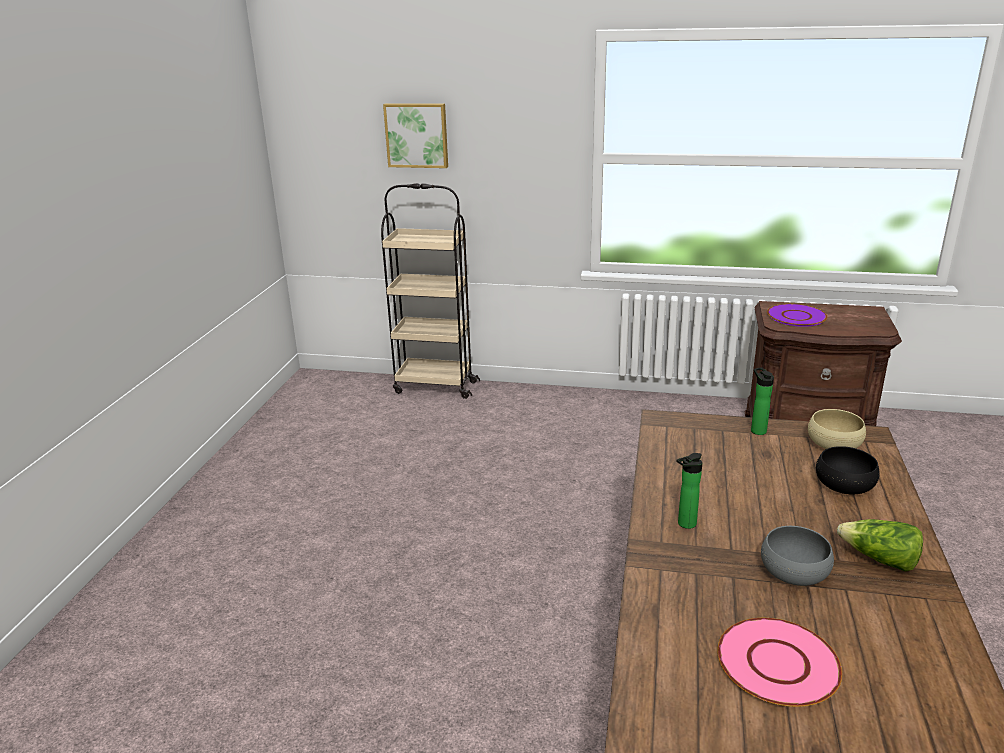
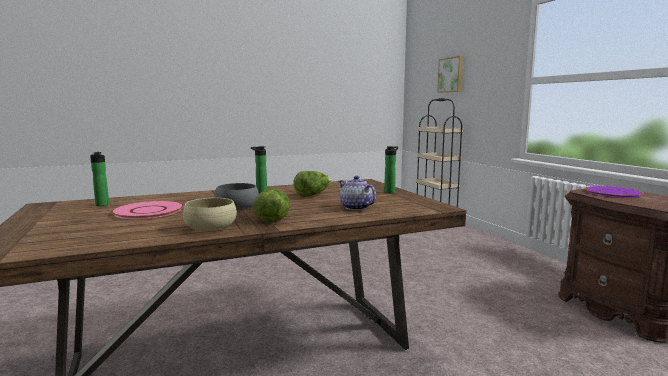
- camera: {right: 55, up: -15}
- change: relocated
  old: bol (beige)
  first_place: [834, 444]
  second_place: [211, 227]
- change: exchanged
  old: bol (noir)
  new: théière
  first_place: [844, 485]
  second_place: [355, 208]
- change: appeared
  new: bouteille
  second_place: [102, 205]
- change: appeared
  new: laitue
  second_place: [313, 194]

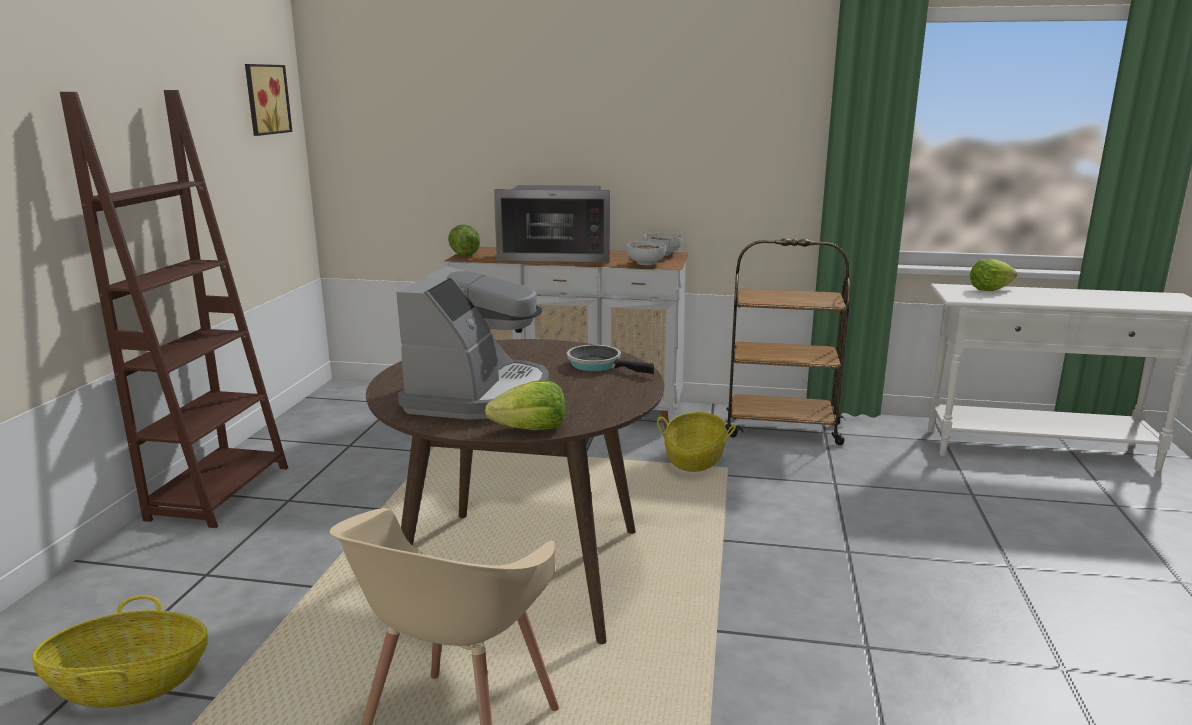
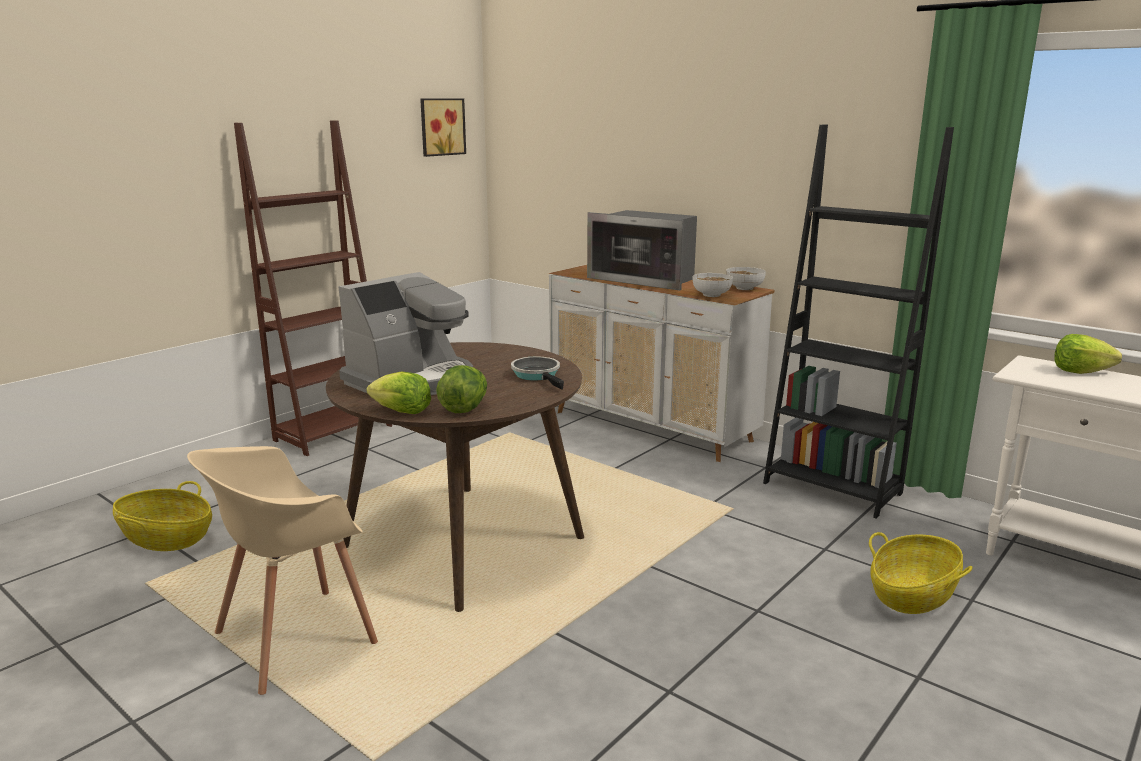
- camera: {right: 30, up: 0}
- change: relocated
  old: laitue
  first_place: [464, 255]
  second_place: [464, 408]
- change: relocated
  old: panier
  first_place: [694, 459]
  second_place: [912, 595]
- change: exchanged
  old: chariot (marron)
  new: bibliothèque (noir)
  first_place: [781, 430]
  second_place: [832, 488]

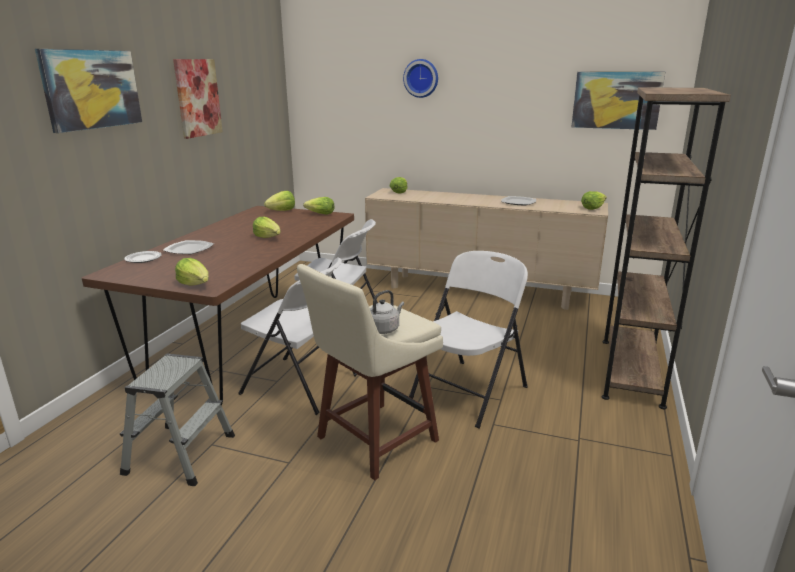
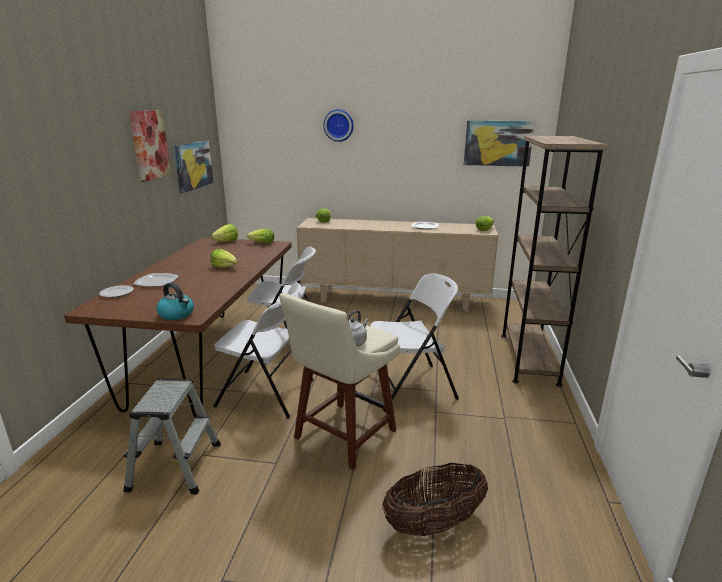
- camera: {right: -10, up: 0}
- change: relocated
  old: tableau
  first_place: [92, 89]
  second_place: [193, 165]
- change: exchanged
  old: laitue
  new: bouilloire
  first_place: [195, 284]
  second_place: [177, 314]
- change: spun
  old: chaise (blanc)
  first_place: [469, 392]
  second_place: [409, 387]
  degrees: 45
- change: appeared
  new: panier
  second_place: [434, 523]

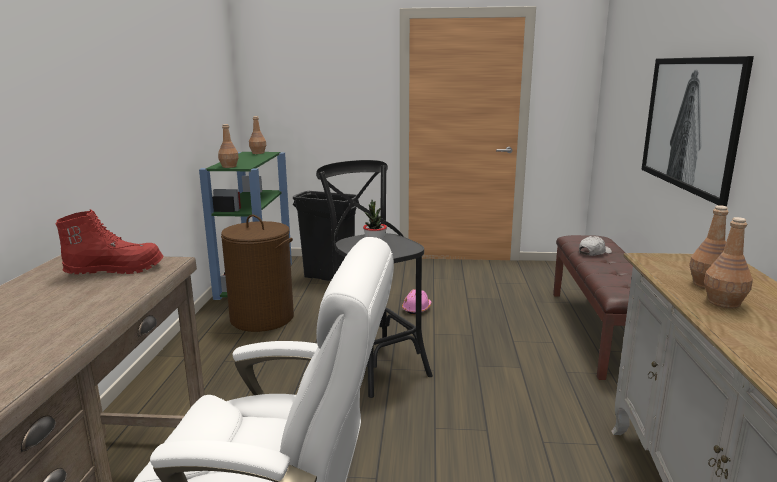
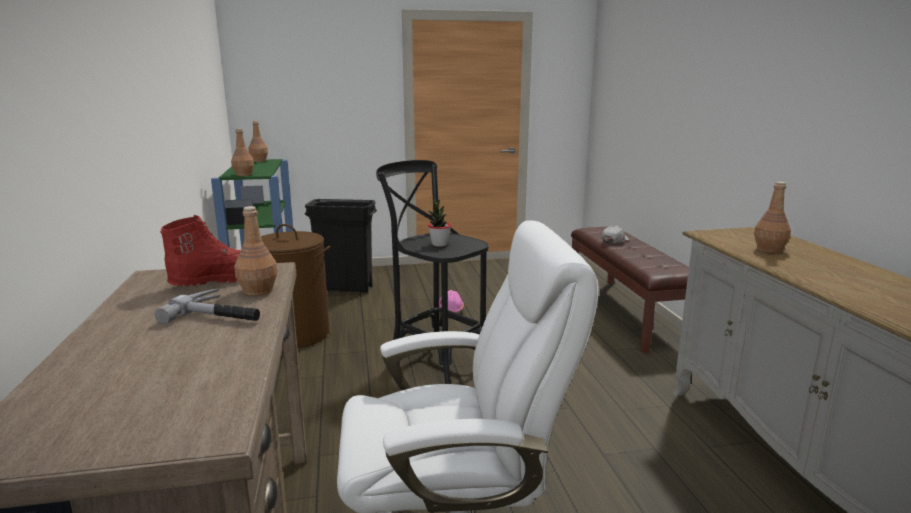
- camera: {right: -15, up: 0}
- change: missing
  old: tableau
  first_place: [691, 123]
- change: relocated
  old: bouteille (marron)
  first_place: [723, 302]
  second_place: [257, 291]
- change: appeared
  new: marteau
  second_place: [221, 315]

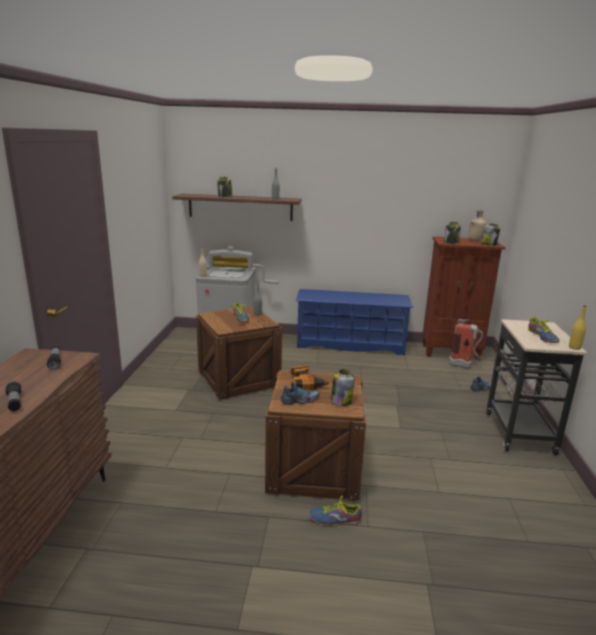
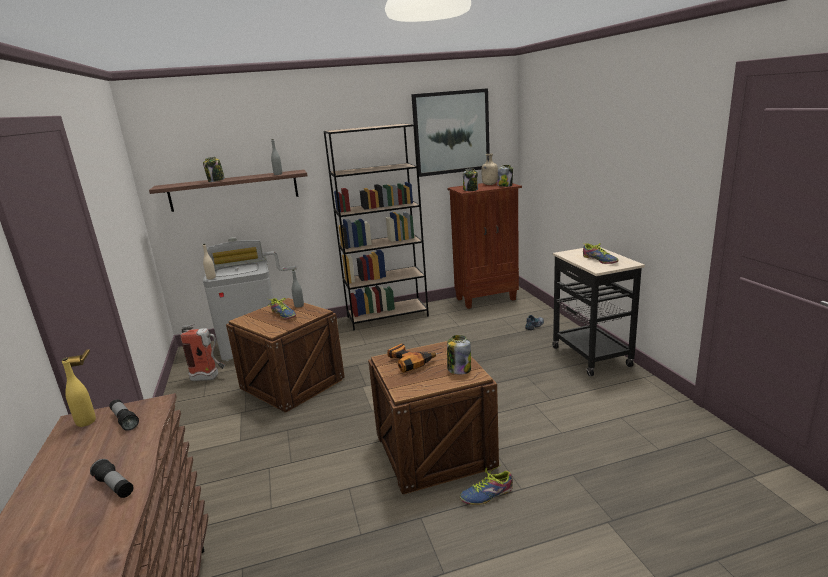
- camera: {right: -20, up: 0}
- change: missing
  old: chaussure
  first_place: [300, 400]
- change: exchanged
  old: étagère à chaussures (bleu)
  new: bibliothèque (beige)
  first_place: [350, 344]
  second_place: [388, 316]
- change: relocated
  old: extincteur
  first_place: [464, 366]
  second_place: [210, 378]
- change: relocated
  old: bouteille (jaune)
  first_place: [574, 347]
  second_place: [86, 422]
- change: appeared
  new: tableau
  second_place: [451, 132]

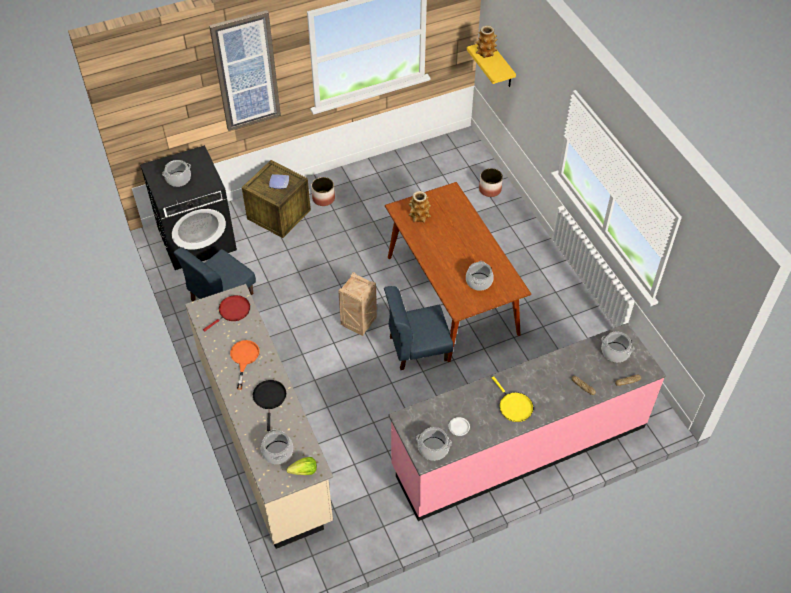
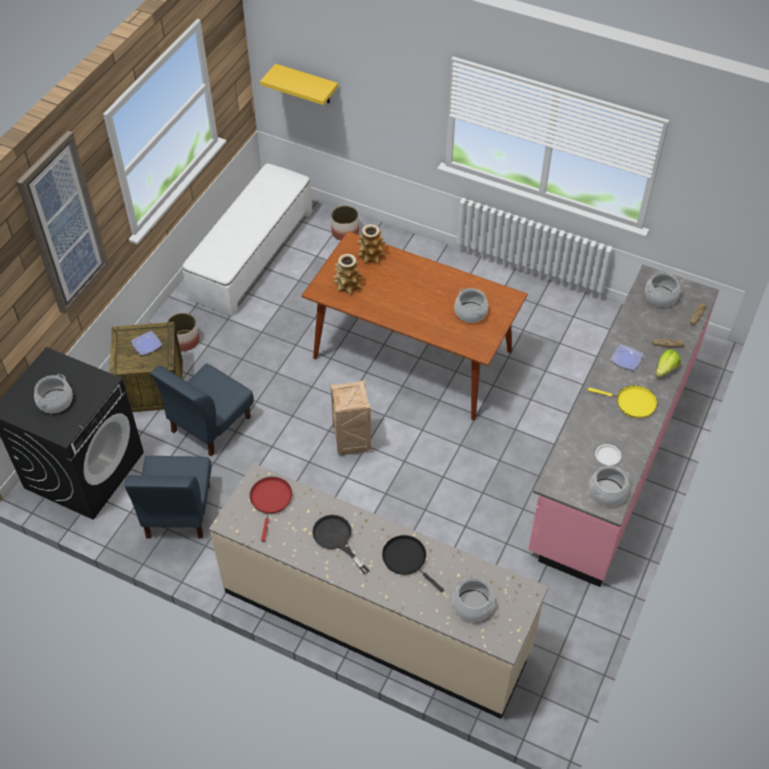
- camera: {right: -40, up: 0}
- change: colour
  old: poêle (orange)
  new: poêle (noir)
  first_place: [244, 359]
  second_place: [336, 539]
- change: relocated
  old: laitue
  first_place: [304, 471]
  second_place: [665, 369]
- change: relocated
  old: chaise (bleu)
  first_place: [417, 348]
  second_place: [210, 424]
- change: relocated
  old: vase
  first_place: [485, 52]
  second_place: [371, 255]
- change: appeared
  new: banc (blanc)
  second_place: [252, 253]
- change: appeared
  new: assiette
  second_place: [627, 359]

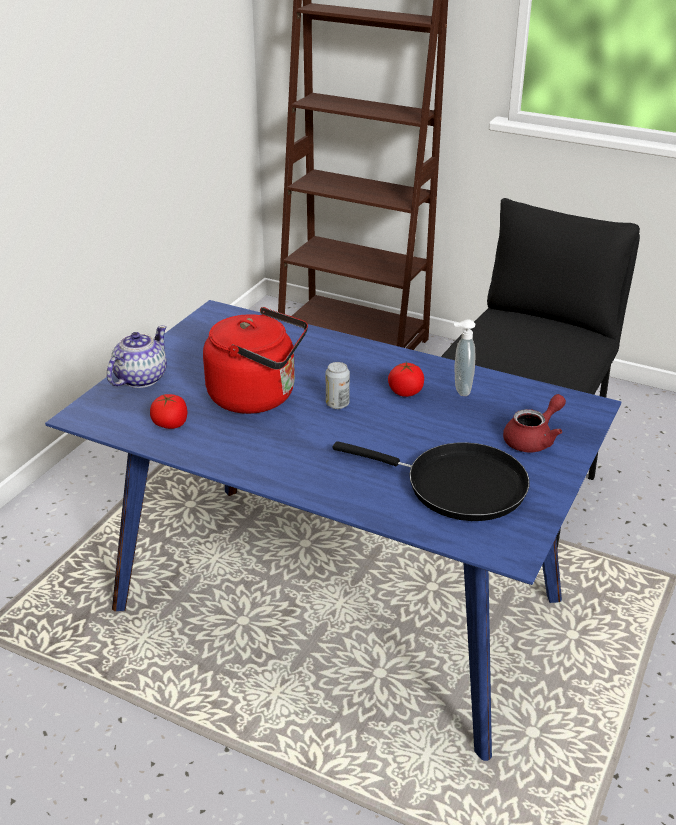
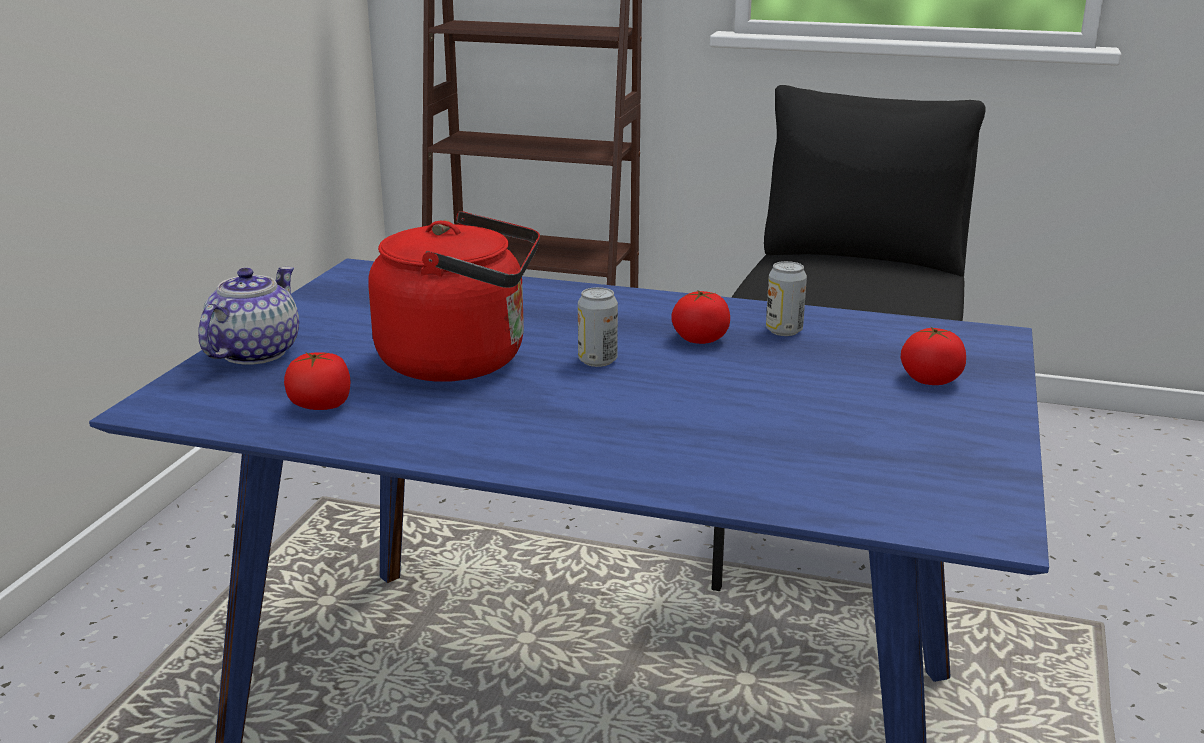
- camera: {right: -10, up: -10}
- change: missing
  old: poêle (noir)
  first_place: [457, 486]
- change: exchanged
  old: distributeur de savon
  new: boîte métallique
  first_place: [460, 389]
  second_place: [784, 331]
- change: exchanged
  old: théière (rouge)
  new: tomate
  first_place: [533, 439]
  second_place: [931, 380]

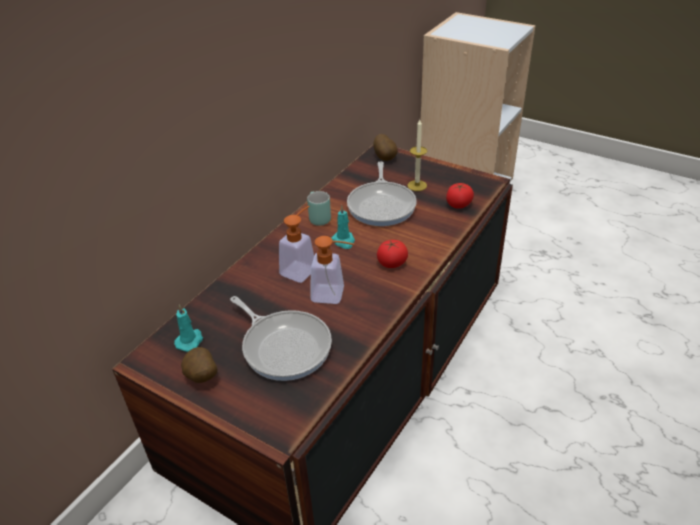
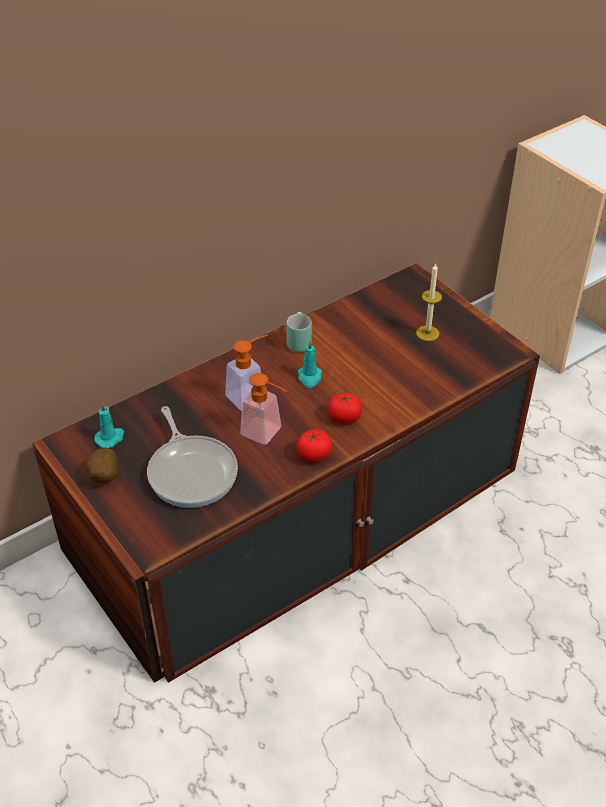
- camera: {right: 20, up: 5}
- change: missing
  old: poêle
  first_place: [382, 205]
- change: missing
  old: pomme de terre
  first_place: [385, 158]
- change: relocated
  old: tomate
  first_place: [458, 204]
  second_place: [314, 455]

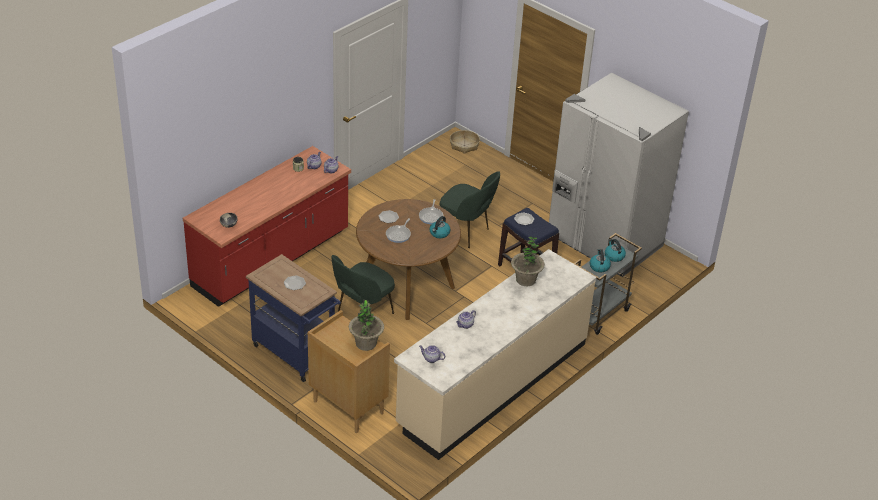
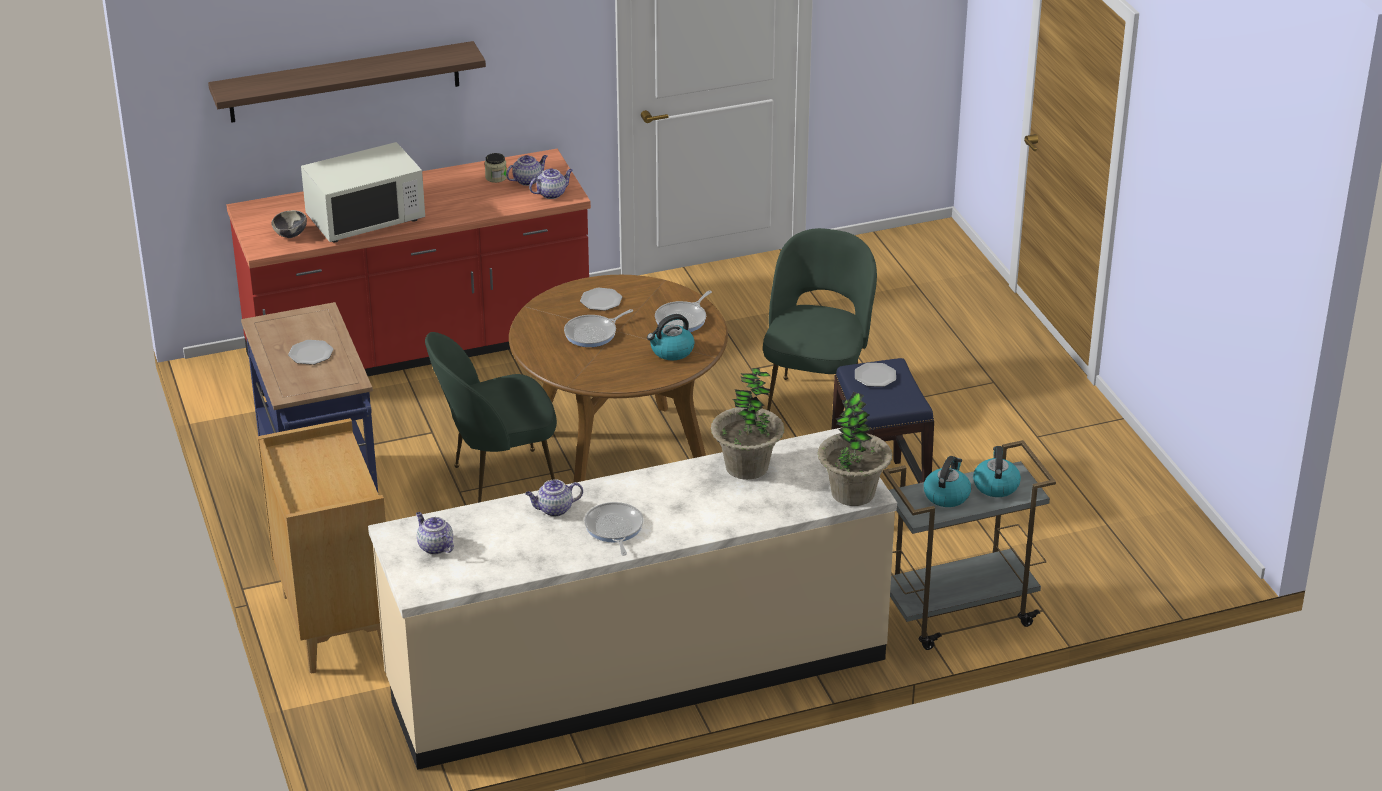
- camera: {right: 30, up: -5}
- change: relocated
  old: plante en pot
  first_place: [366, 343]
  second_place: [852, 493]
- change: spun
  old: chaise (vert)
  first_place: [466, 233]
  second_place: [816, 400]
  degrees: -135
- change: missing
  old: panier
  first_place: [464, 145]
- change: missing
  old: réfrigérateur (blanc)
  first_place: [604, 242]
- change: appeared
  new: étagère
  second_place: [344, 82]
- change: appeared
  new: micro-ondes (blanc)
  second_place: [366, 219]
- change: appeared
  new: poêle
  second_place: [614, 529]

